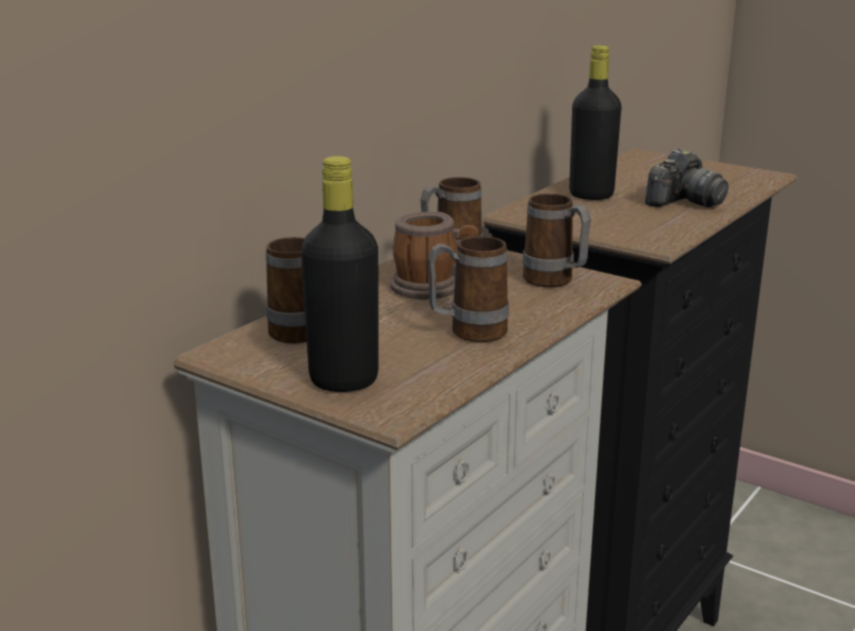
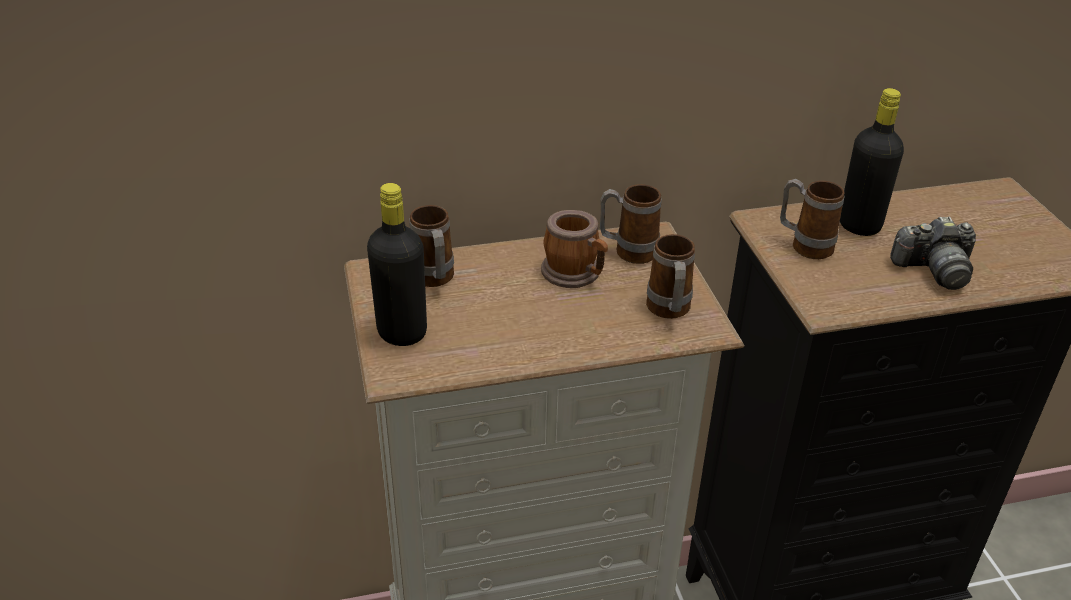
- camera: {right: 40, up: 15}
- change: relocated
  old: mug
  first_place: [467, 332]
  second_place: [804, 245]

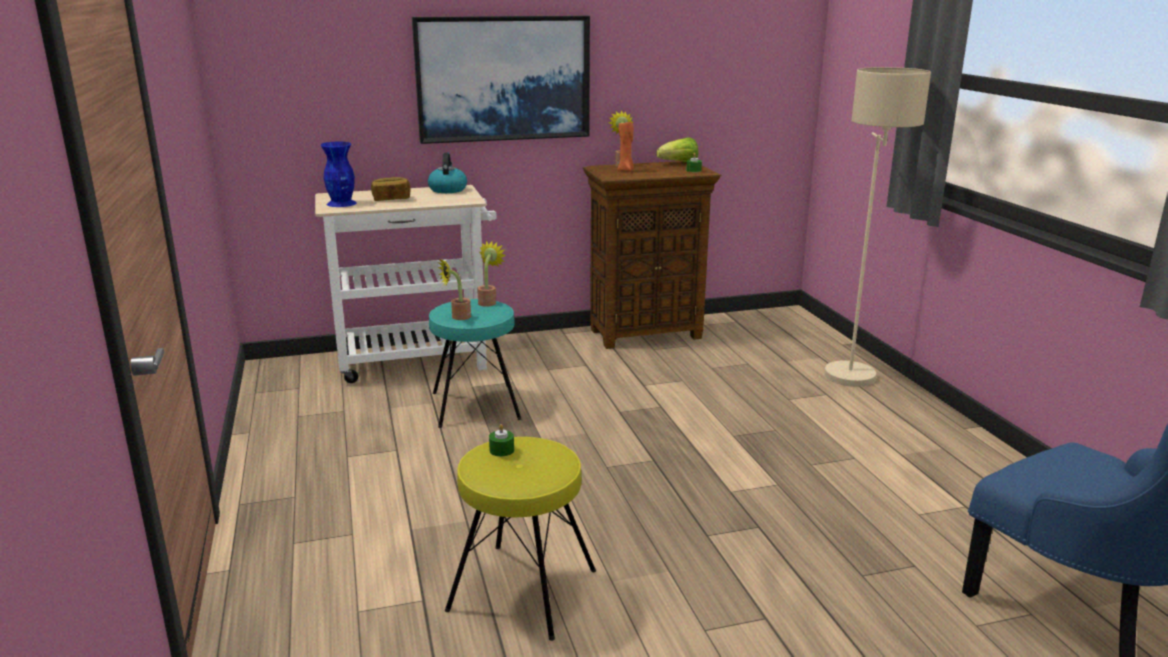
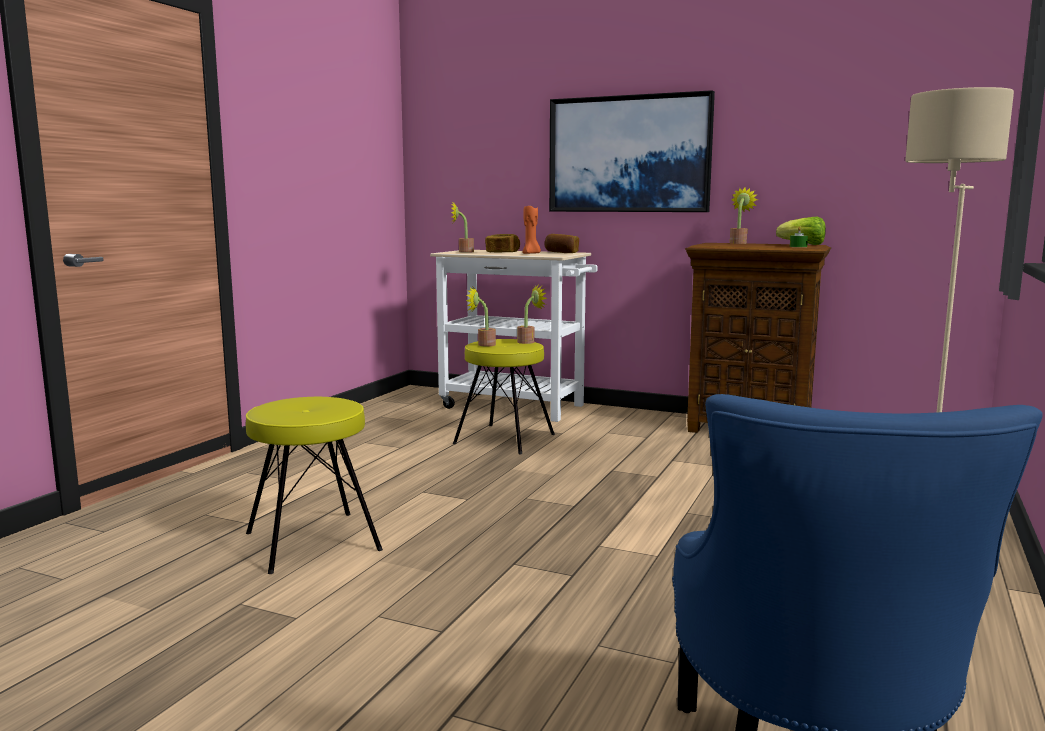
- camera: {right: 40, up: -10}
- change: exchanged
  old: vase (bleu)
  new: plante en pot
  first_place: [342, 203]
  second_place: [463, 252]
- change: exchanged
  old: bouilloire
  new: pain
  first_place: [447, 189]
  second_place: [561, 252]
- change: colour
  old: tabouret (turquoise)
  new: tabouret (jaune)
  first_place: [475, 406]
  second_place: [504, 439]
- change: missing
  old: bougie (vert)
  first_place: [501, 450]
- change: relocated
  old: bougie (orange)
  first_place: [625, 170]
  second_place: [531, 253]

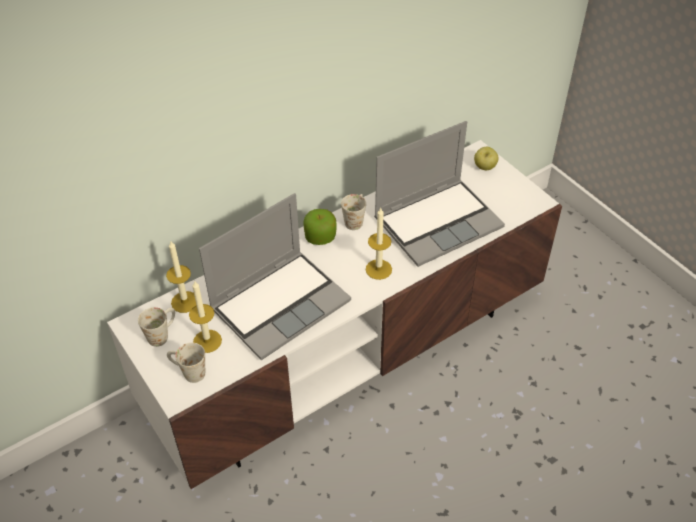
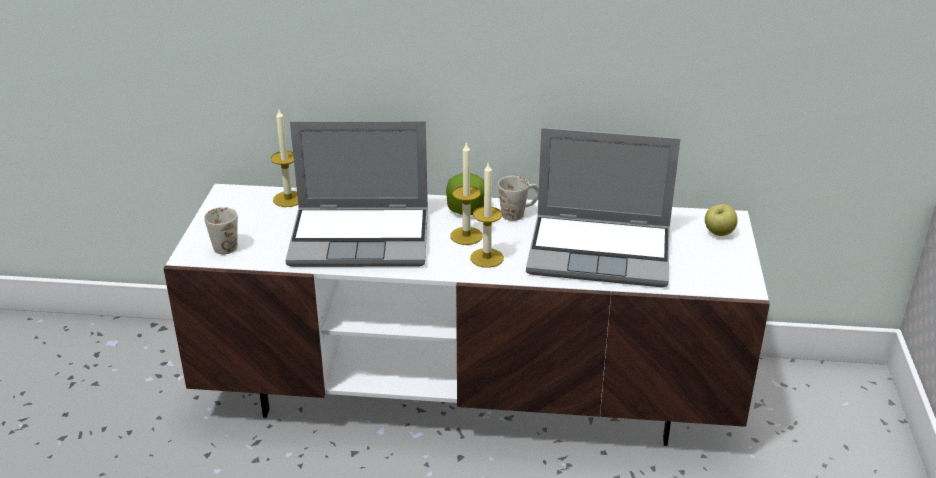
- camera: {right: 40, up: -15}
- change: missing
  old: mug (blanc)
  first_place: [162, 334]
- change: relocated
  old: bougie
  first_place: [207, 341]
  second_place: [466, 236]

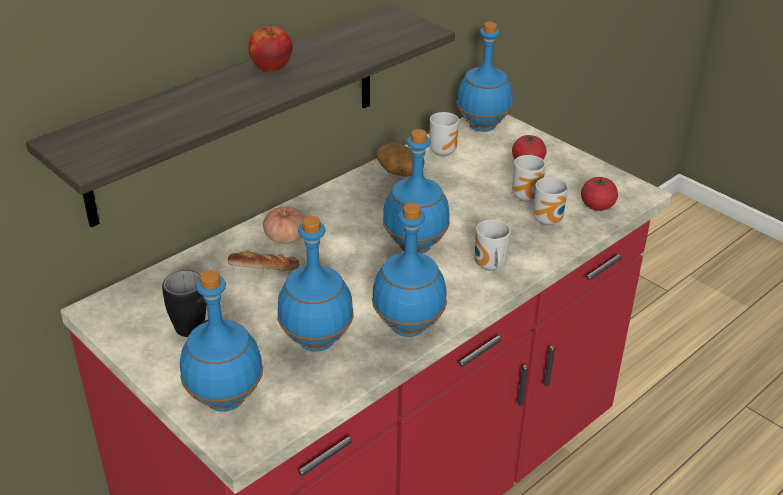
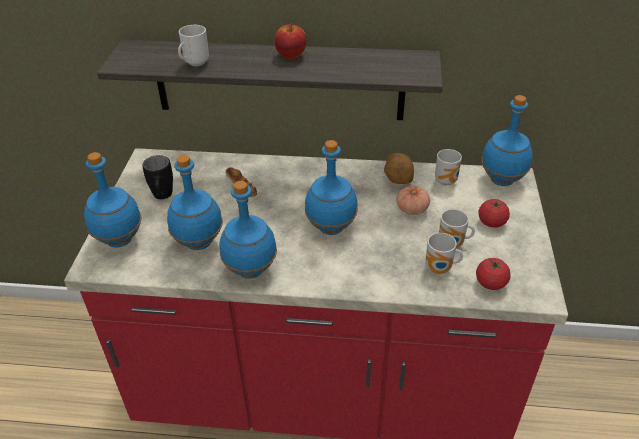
- camera: {right: 50, up: 5}
- change: relocated
  old: tomate
  first_place: [285, 237]
  second_place: [412, 209]
- change: relocated
  old: mug
  first_place: [489, 267]
  second_place: [194, 63]

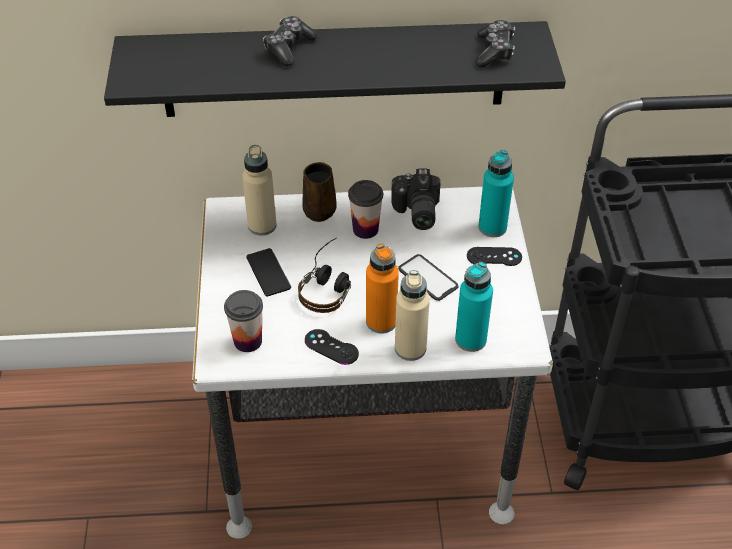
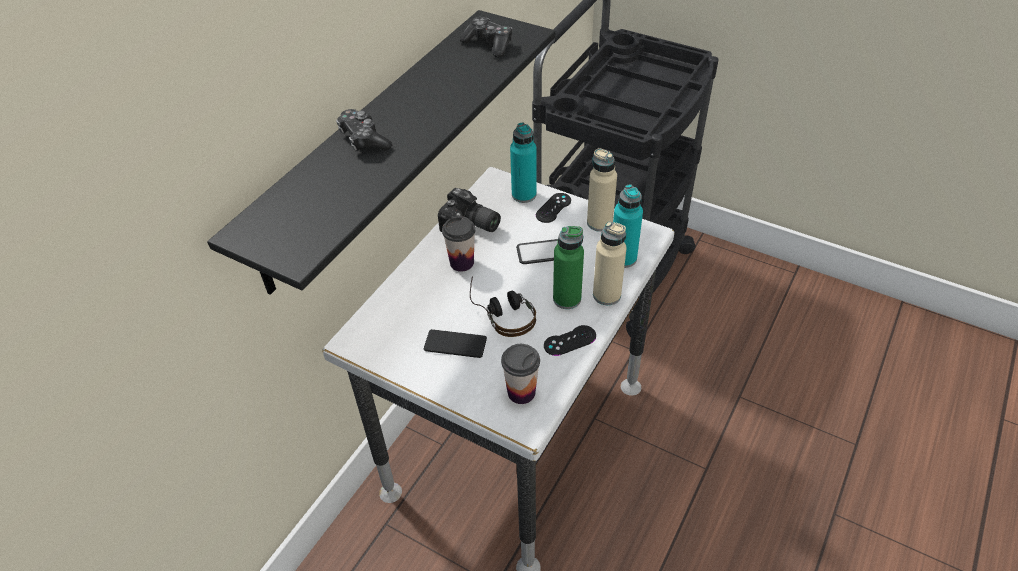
- camera: {right: -55, up: 0}
- change: relocated
  old: bouteille (beige)
  first_place: [262, 225]
  second_place: [599, 223]
- change: missing
  old: mug (marron)
  first_place: [320, 210]
- change: colour
  old: bouteille (orange)
  new: bouteille (vert)
  first_place: [381, 322]
  second_place: [567, 299]

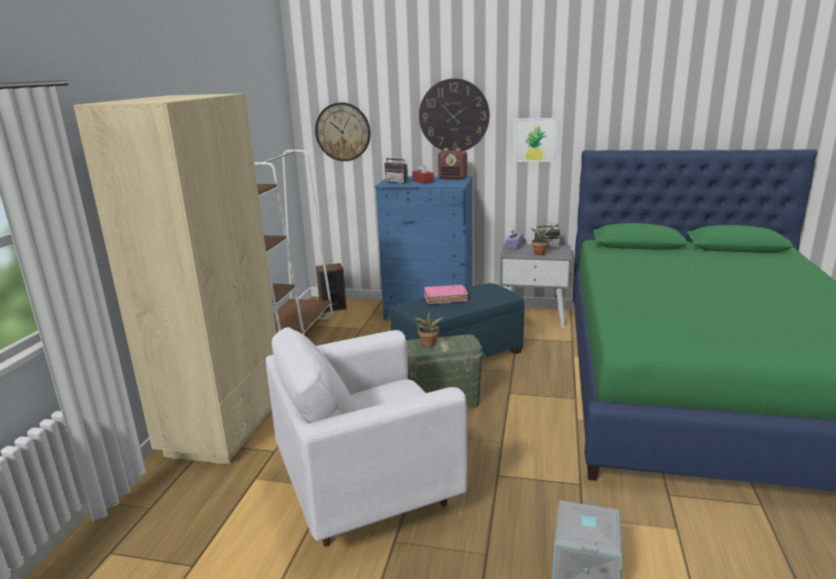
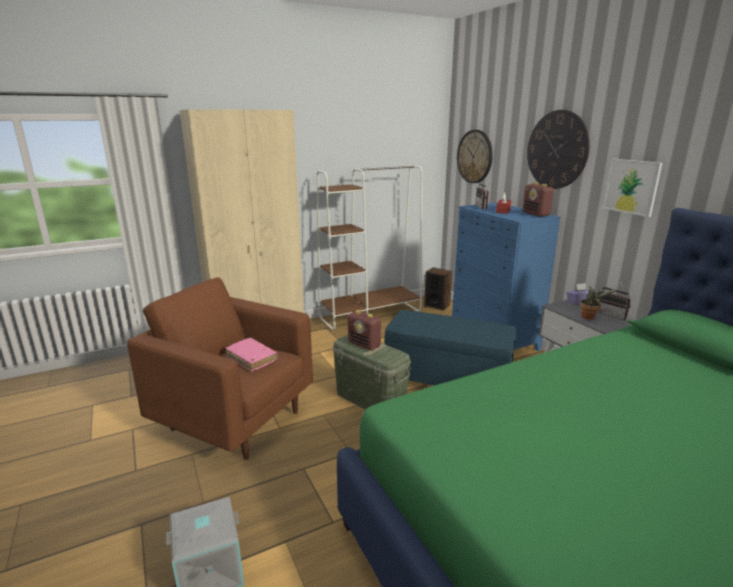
- camera: {right: 50, up: 0}
- change: colour
  old: fauteuil (blanc)
  new: fauteuil (marron)
  first_place: [367, 492]
  second_place: [235, 420]
- change: exchanged
  old: plante en pot
  new: radio
  first_place: [428, 345]
  second_place: [364, 345]
- change: relocated
  old: livre (rose)
  first_place: [445, 298]
  second_place: [251, 359]

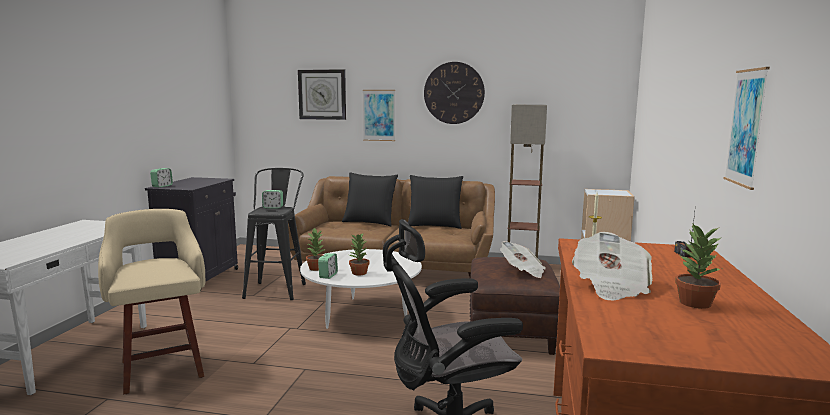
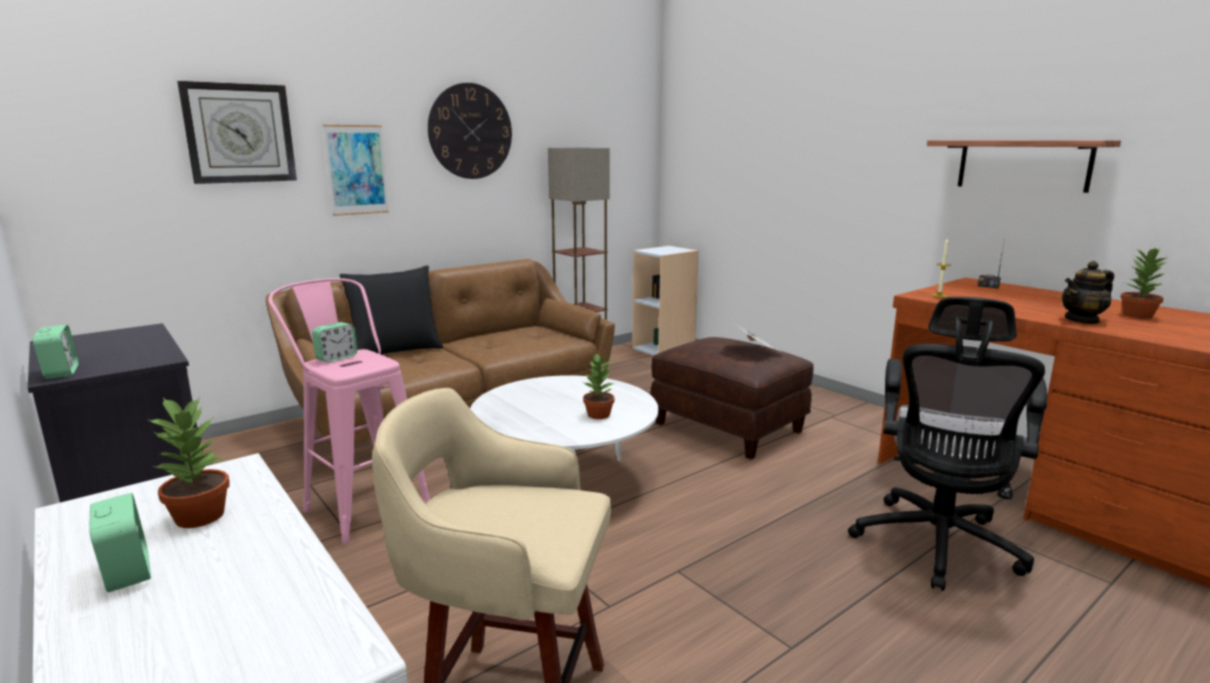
- camera: {right: -50, up: 5}
- change: colour
  old: tabouret (noir)
  new: tabouret (rose)
  first_place: [277, 289]
  second_place: [361, 504]
- change: relocated
  old: plante en pot
  first_place: [316, 268]
  second_place: [200, 516]
- change: relocated
  old: réveil
  first_place: [328, 275]
  second_place: [127, 572]
- change: missing
  old: coussin (noir)
  first_place: [434, 225]
- change: exchanged
  old: journal
  new: théière
  first_place: [610, 286]
  second_place: [1082, 320]
- change: exchanged
  old: tableau
  new: étagère
  first_place: [746, 127]
  second_place: [1023, 165]

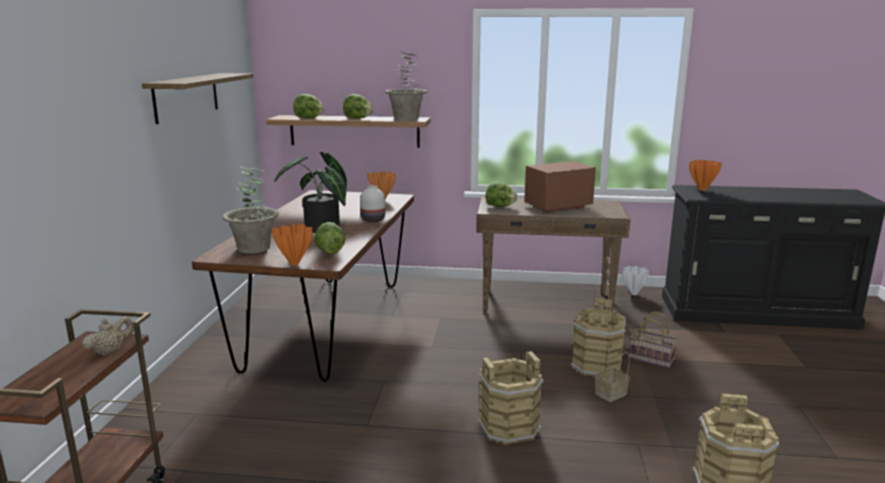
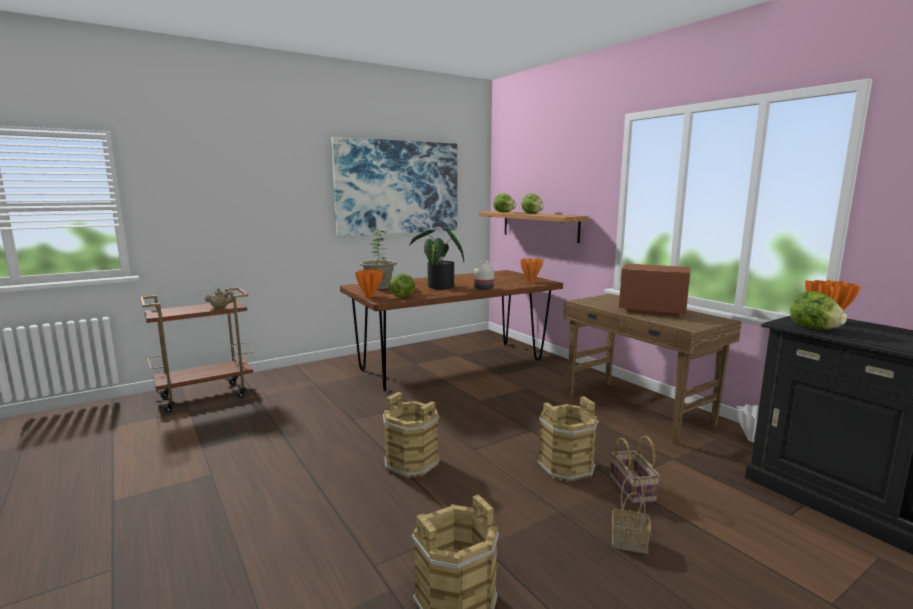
- camera: {right: 50, up: -5}
- change: exchanged
  old: étagère
  new: tableau
  first_place: [186, 97]
  second_place: [398, 187]
- change: missing
  old: plante en pot
  first_place: [406, 119]
- change: relocated
  old: laitue
  first_place: [500, 206]
  second_place: [814, 328]
- change: relocated
  old: panier
  first_place: [611, 393]
  second_place: [630, 542]

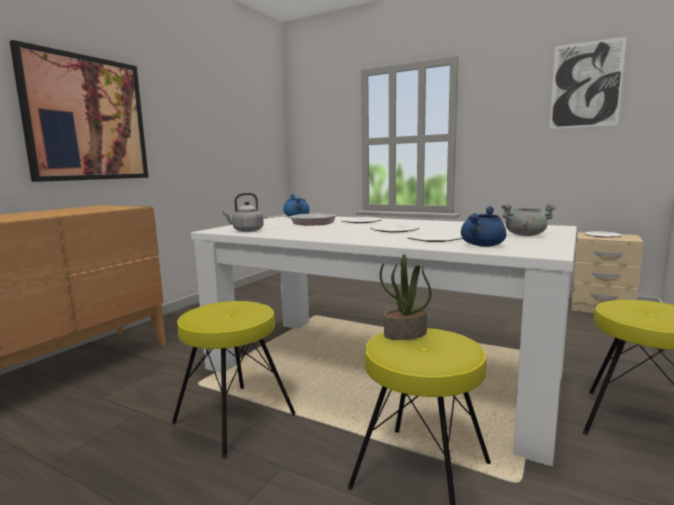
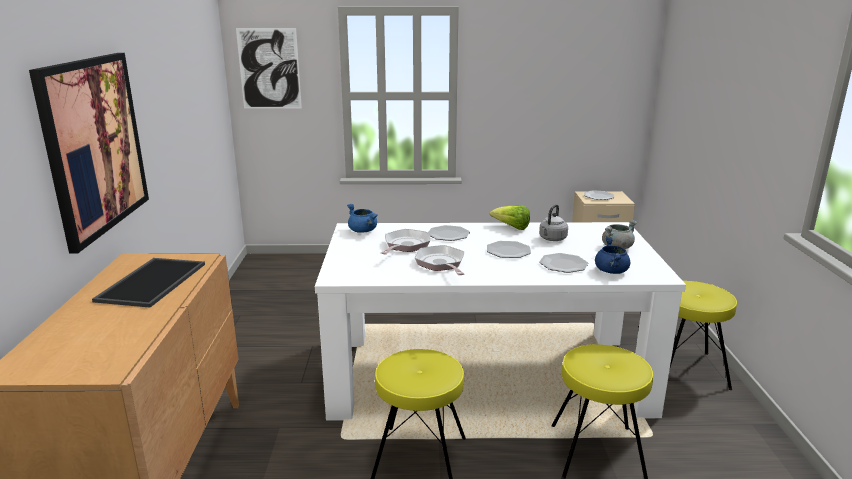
- camera: {right: -30, up: 10}
- change: relocated
  old: bouilloire (gris)
  first_place: [246, 230]
  second_place: [552, 239]
- change: missing
  old: plante en pot
  first_place: [405, 334]
- change: relocated
  old: tableau
  first_place: [585, 85]
  second_place: [269, 69]
- change: appeared
  new: plateau
  second_place: [151, 281]
- change: appeared
  new: poêle
  second_place: [441, 264]
- change: appeared
  new: laitue
  second_place: [512, 227]

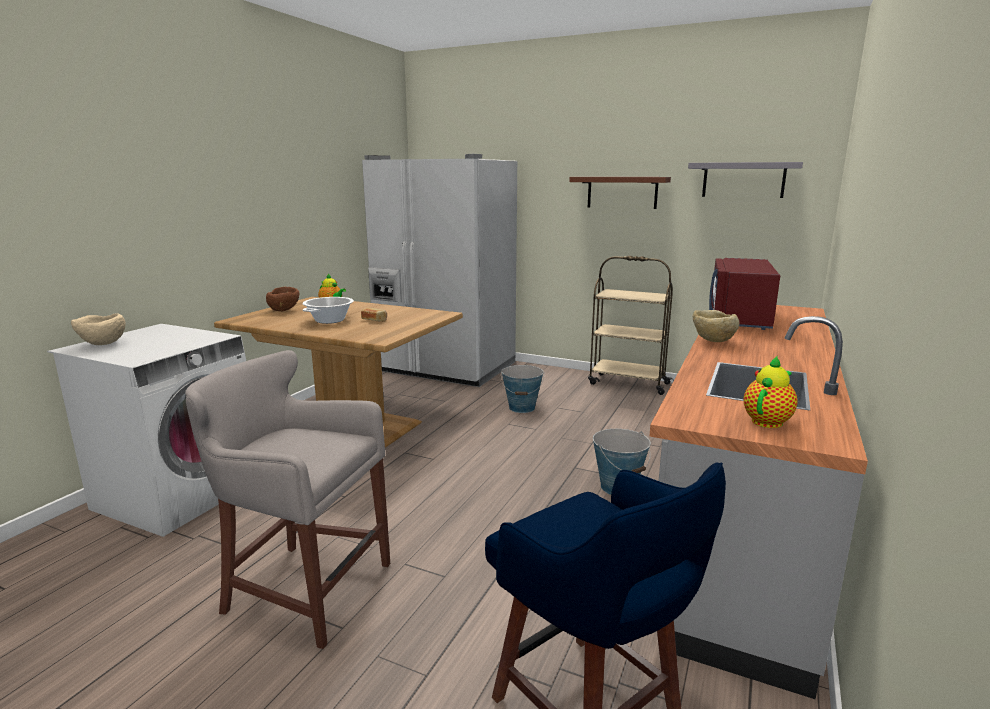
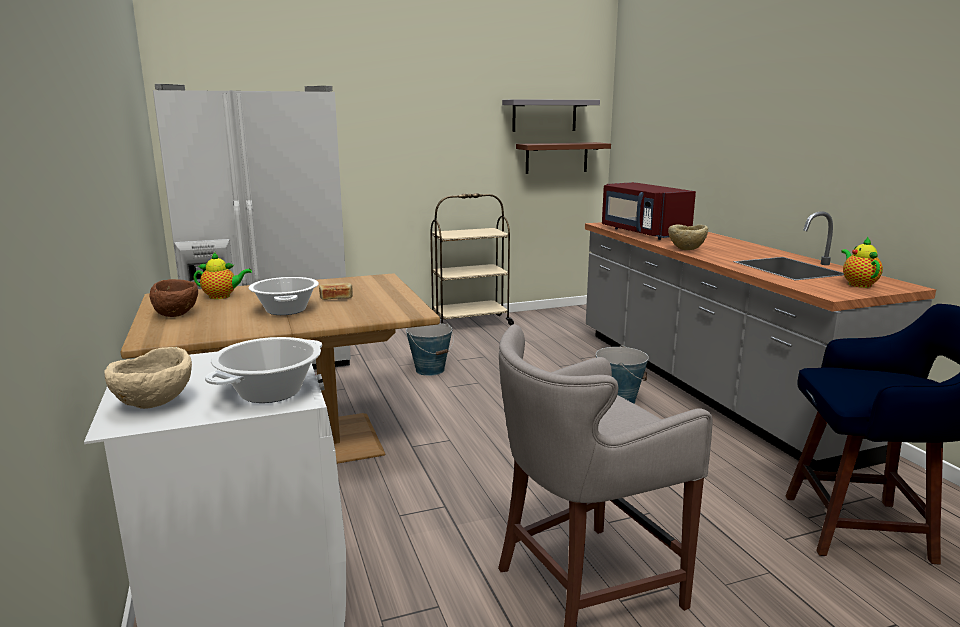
- camera: {right: -45, up: 0}
- change: relocated
  old: étagère (marron)
  first_place: [622, 192]
  second_place: [556, 158]
- change: appeared
  new: marmite
  second_place: [271, 392]

